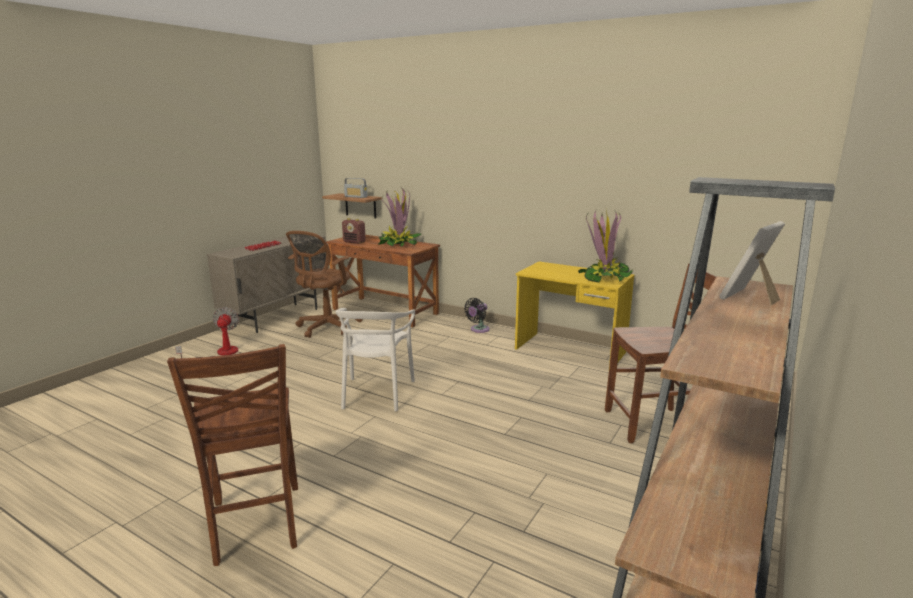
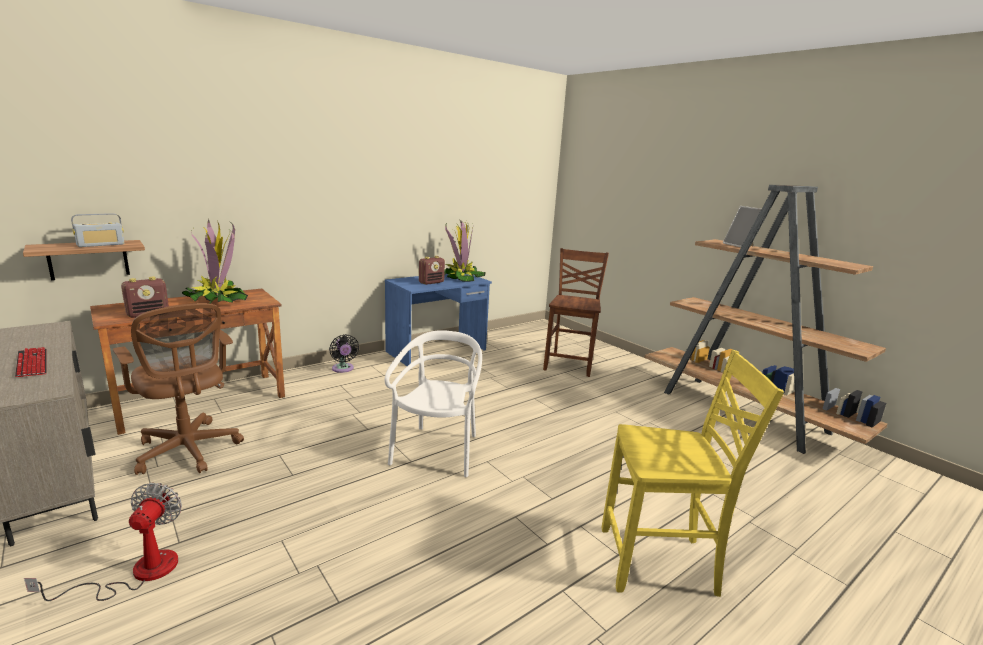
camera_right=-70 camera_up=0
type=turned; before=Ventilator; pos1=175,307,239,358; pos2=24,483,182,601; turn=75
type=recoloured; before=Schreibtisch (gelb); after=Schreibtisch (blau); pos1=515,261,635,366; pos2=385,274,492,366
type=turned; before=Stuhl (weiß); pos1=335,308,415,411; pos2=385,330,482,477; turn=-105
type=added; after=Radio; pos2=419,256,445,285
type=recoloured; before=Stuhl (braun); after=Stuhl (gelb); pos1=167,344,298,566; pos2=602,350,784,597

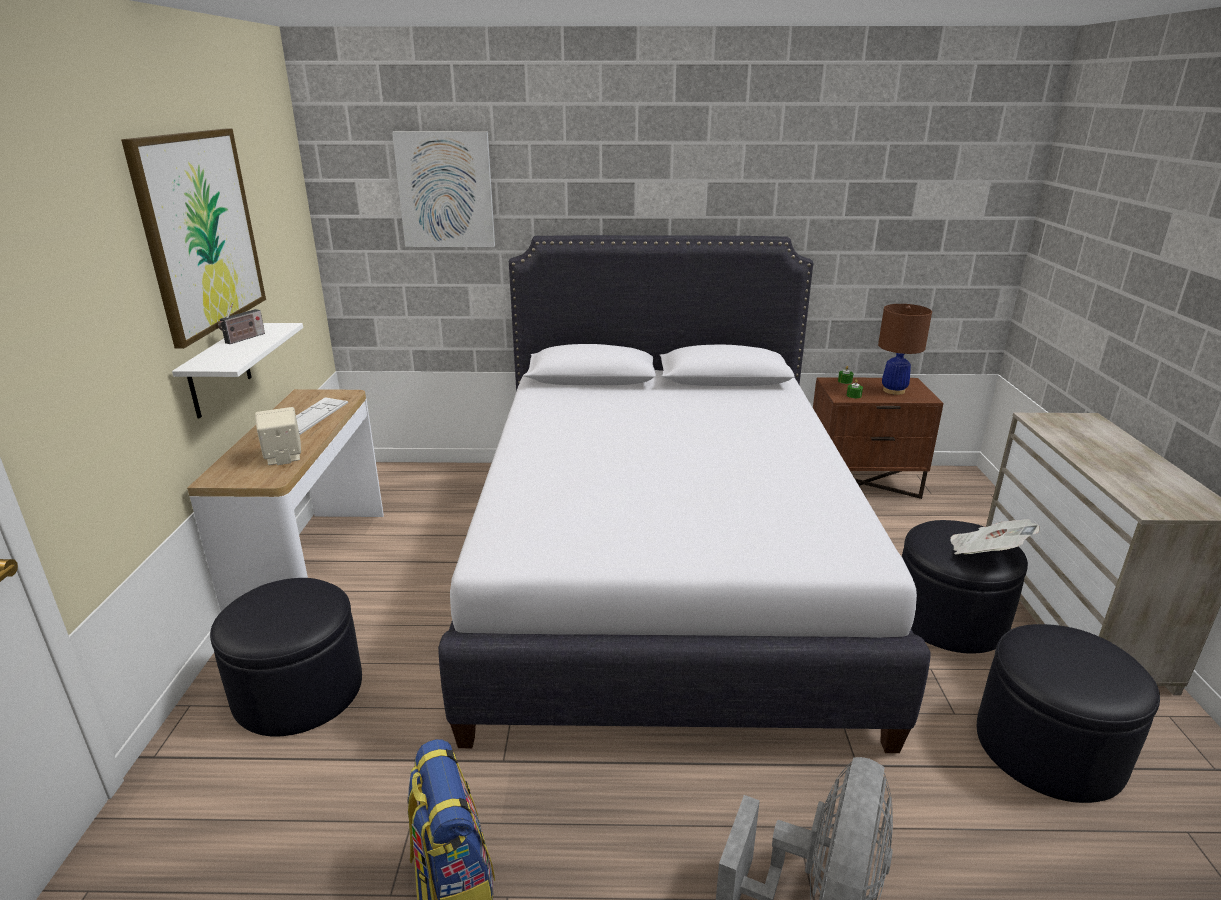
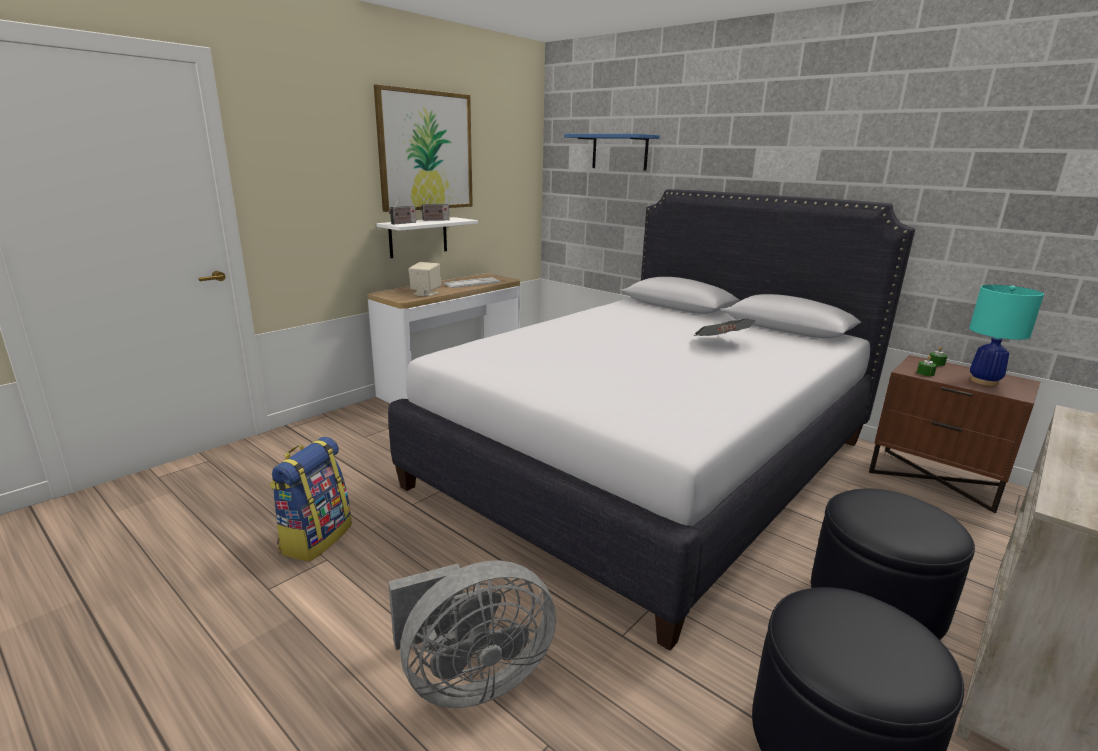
camera_right=40 camera_up=-5
type=added; after=Radio; pos2=389,197,416,224
type=replaced; before=Bild; after=Wandregal (blau); pos1=392,131,495,247; pos2=564,134,660,171
type=moved; before=Zeitung; pos1=950,519,1040,555; pos2=694,319,755,336
type=recoloured; before=Tischlampe (braun); after=Tischlampe (türkis); pos1=878,304,932,395; pos2=969,285,1044,386
type=removed; before=Polsterhocker (schwarz); pos1=210,578,362,737

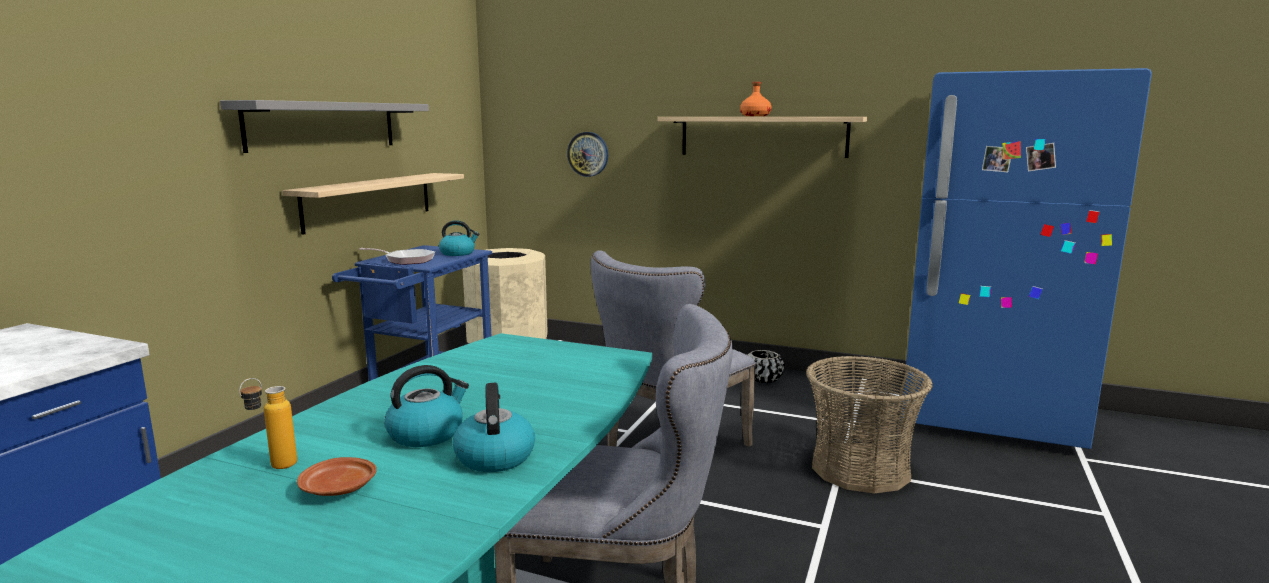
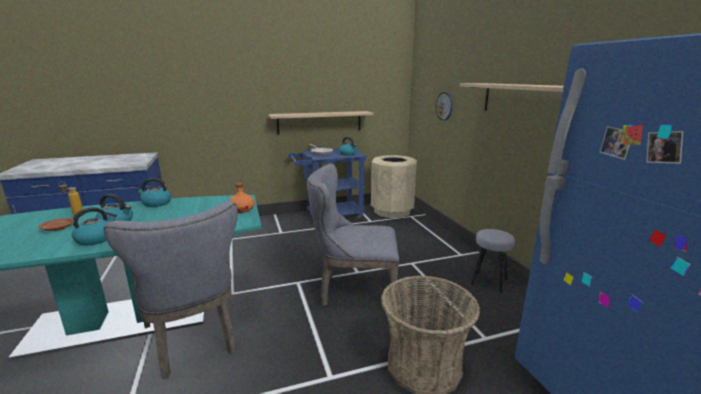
camera_right=50 camera_up=5
type=added; after=Wasserkessel; pos2=135,178,171,207
type=moved; before=Flasche (orange); pos1=740,82,771,116; pos2=229,183,255,213
type=replaced; before=Pflanzkübel (schwarz); after=Hocker (grau); pos1=748,350,785,383; pos2=471,229,515,292
type=removed; before=Wandregal (grau); pos1=220,100,429,153

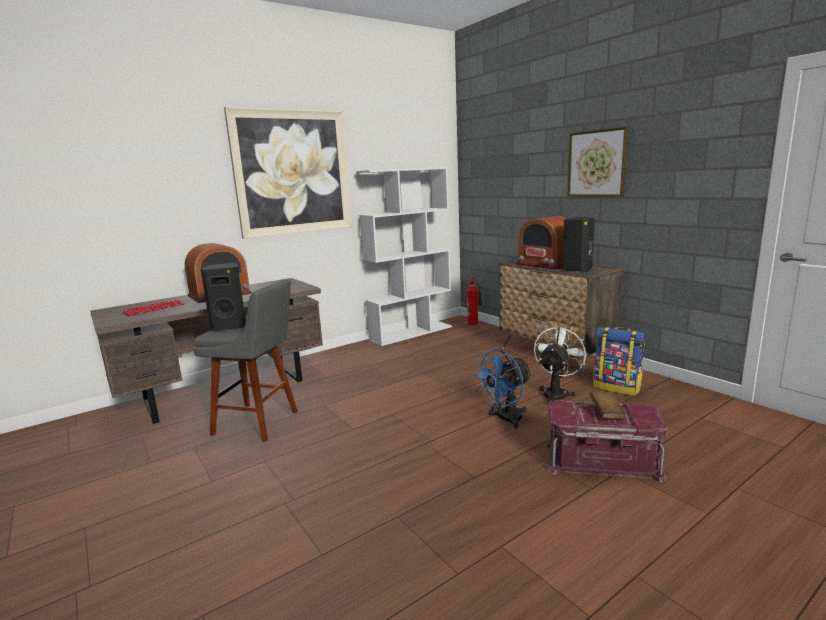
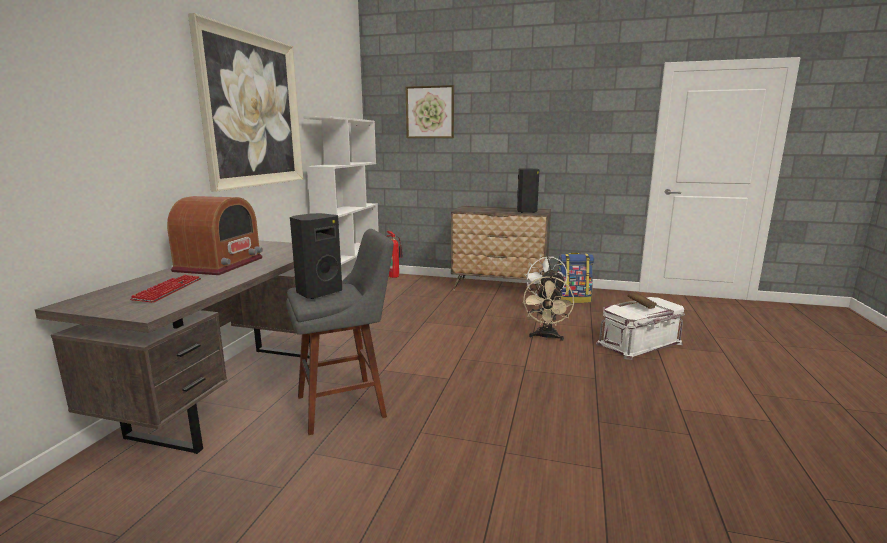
camera_right=-40 camera_up=0
type=moved; before=Bild; pos1=567,127,628,197; pos2=406,85,454,138
type=recoloured; before=Ventilator (blau); after=Ventilator (beige); pos1=473,349,532,428; pos2=523,276,574,341
type=recoloured; before=Aufbewahrungsbox (rot); after=Aufbewahrungsbox (weiß); pos1=545,400,668,482; pos2=596,297,685,360
type=removed; before=Radio; pos1=516,216,566,269

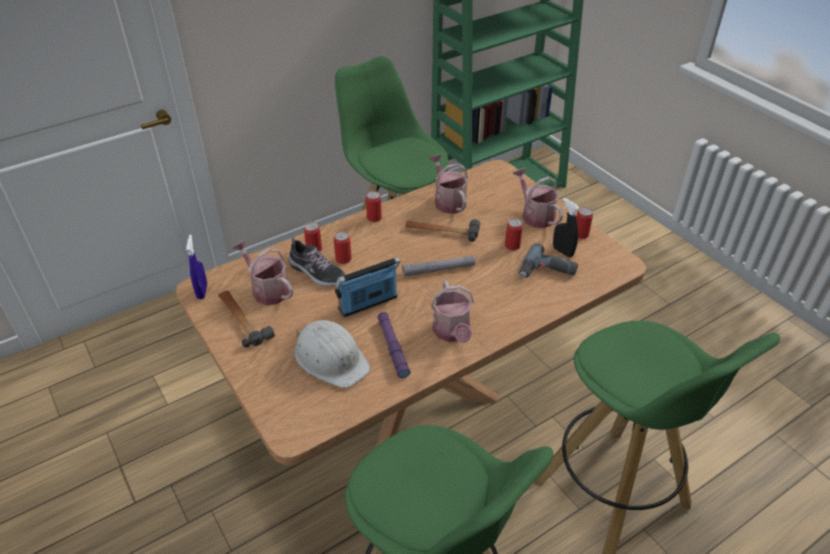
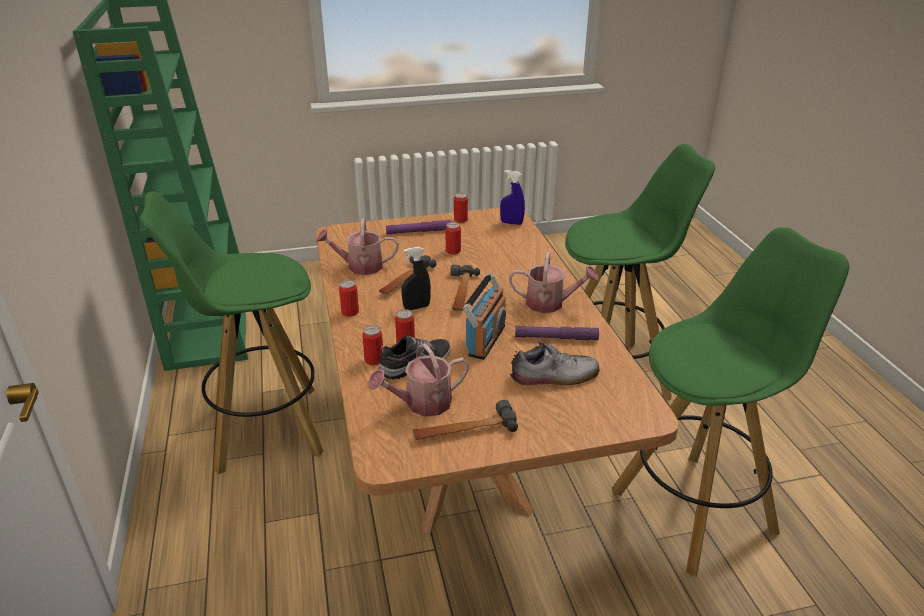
camera_right=-70 camera_up=-10
type=replaced; before=Gießkanne; after=Taschenlampe (lila); pos1=512,168,563,228; pos2=386,220,451,234
type=moved; before=Sprühflasche (schwarz); pos1=553,198,579,257; pos2=401,247,431,310
type=replaced; before=Taschenlampe (grau); after=Hammer; pos1=402,256,475,276; pos2=450,265,480,311
type=turned; before=Radio; pos1=335,257,400,317; pos2=463,273,506,360; turn=-150
type=moved; before=Sprühflasche (blau); pos1=186,235,207,299; pos2=500,170,525,225
type=replaced; before=Schutzhelm (weiß); after=Schuh; pos1=294,320,371,388; pos2=510,342,600,385
type=removed; before=Bohrmaschine; pos1=519,243,578,278

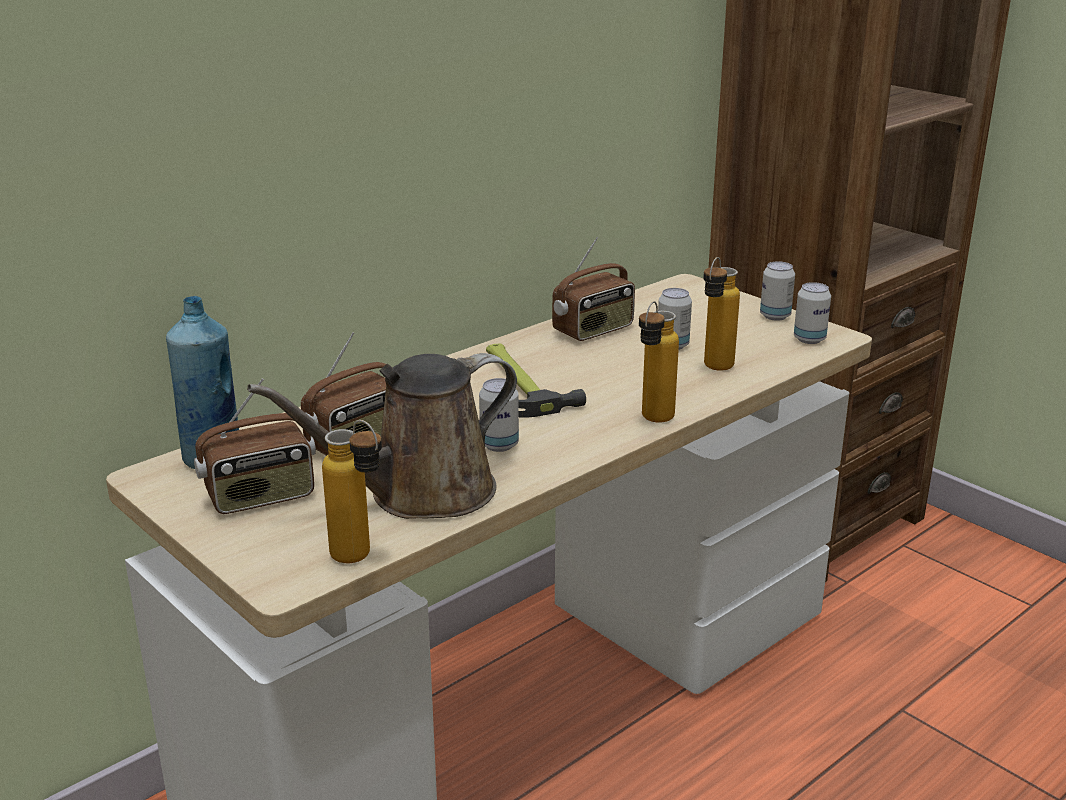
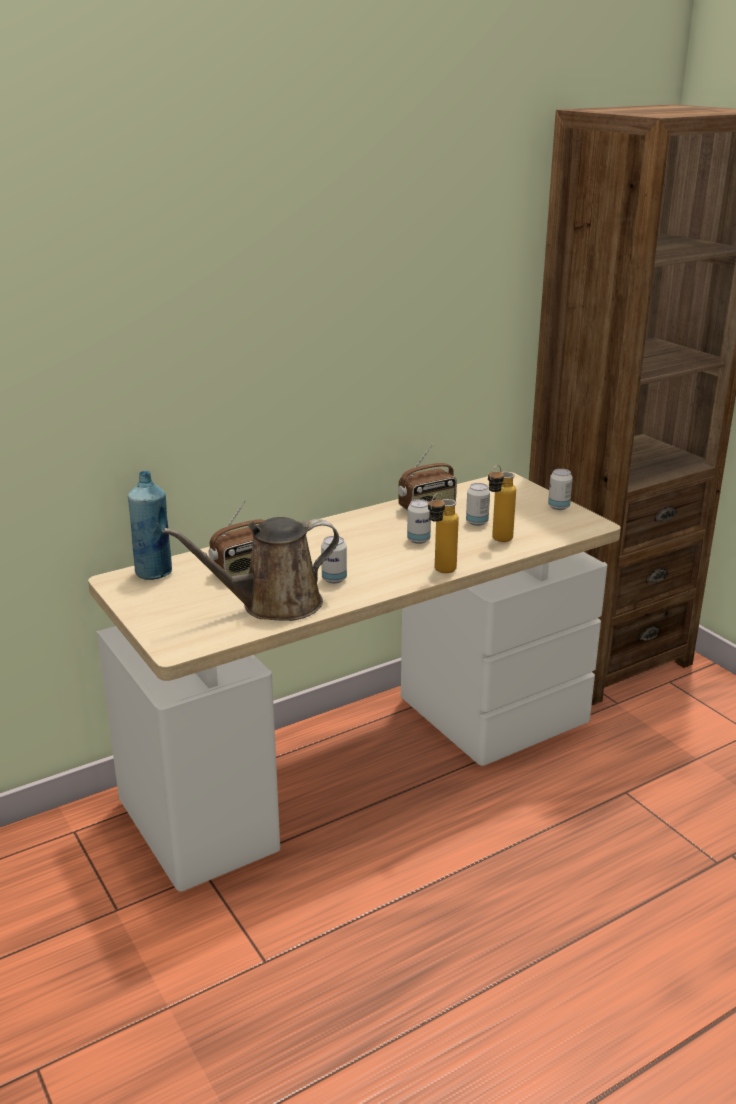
camera_right=10 camera_up=0
type=moved; before=Dose; pos1=794,282,831,344; pos2=407,499,431,544
type=removed; before=Radio; pos1=194,378,316,514
type=removed; before=Flasche; pos1=322,420,382,563
type=removed; before=Hammer; pos1=486,344,586,418

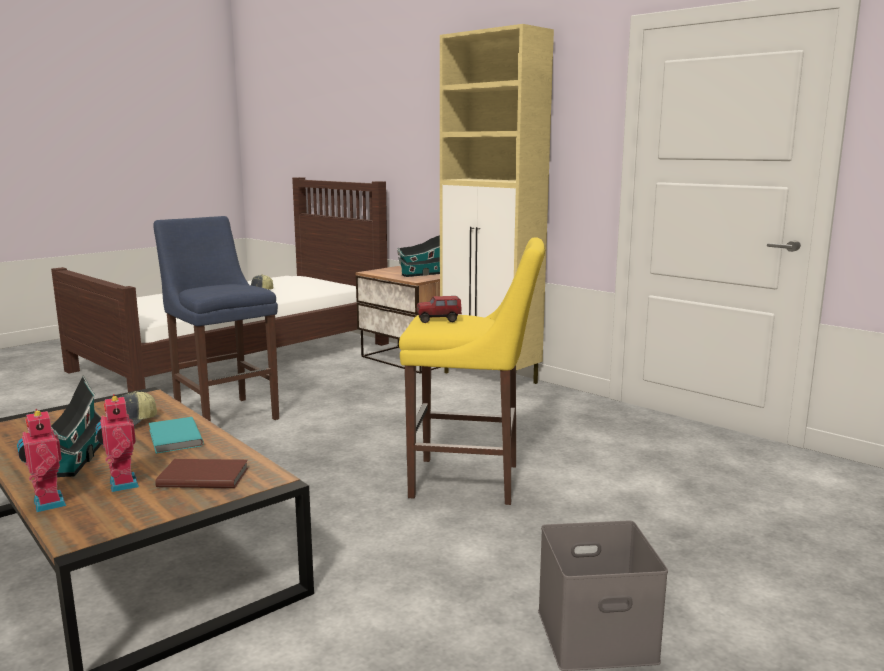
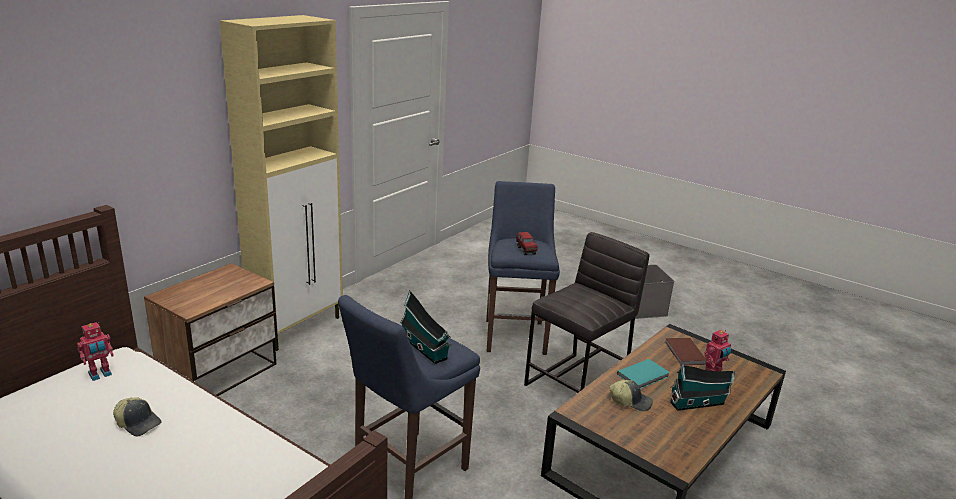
camera_right=-100 camera_up=10
type=moved; before=Spielzeugroboter; pos1=17,409,66,512; pos2=77,322,114,381
type=moved; before=Spielzeughaus; pos1=398,235,440,277; pos2=400,290,452,364
type=recoloured; before=Hocker (gelb); after=Hocker (blau); pos1=399,237,545,505; pos2=486,181,560,355
type=added; after=Hocker (grau); pos2=524,232,649,393

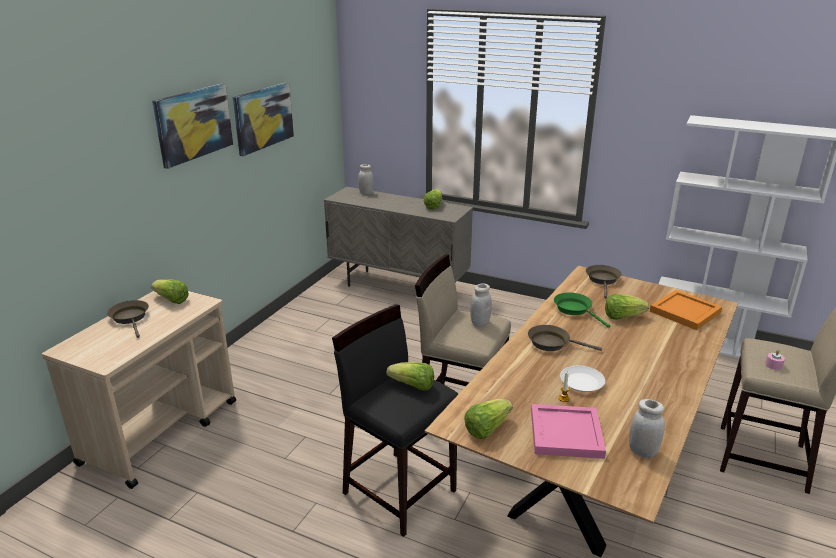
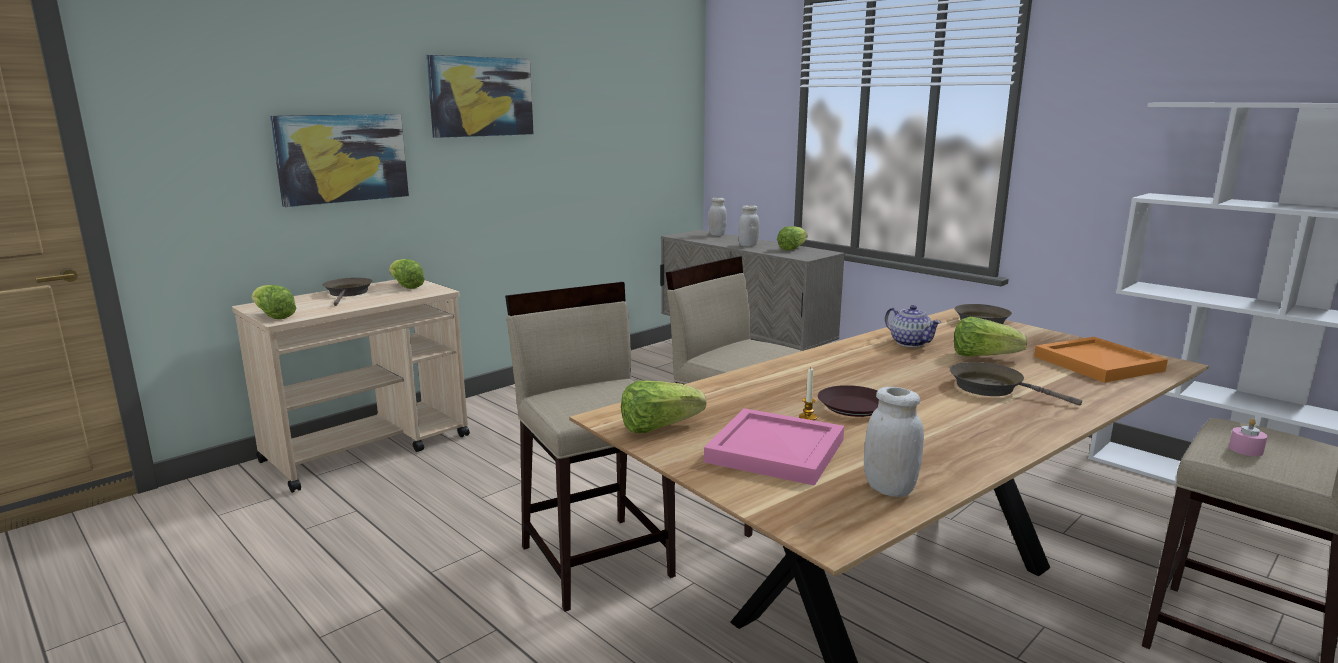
camera_right=20 camera_up=-10
type=moved; before=Salatkopf; pos1=386,362,434,391; pos2=251,285,296,319
type=moved; before=Bild; pos1=233,82,294,156; pos2=270,114,409,207
type=recoloured; before=Hocker (schwarz); after=Hocker (beige); pos1=332,304,458,537; pos2=505,282,676,612
type=moved; before=Vorratsglas (weiß); pos1=470,283,492,327; pos2=738,205,760,247
type=recoloured; before=Teller (weiß); after=Teller (braun); pos1=560,366,605,392; pos2=818,385,879,417
type=replaced; before=Pfanne (grün); after=Teekanne; pos1=554,292,610,328; pos2=885,305,942,347
type=moved; before=Pfanne (braun); pos1=528,325,602,351; pos2=950,362,1082,406

